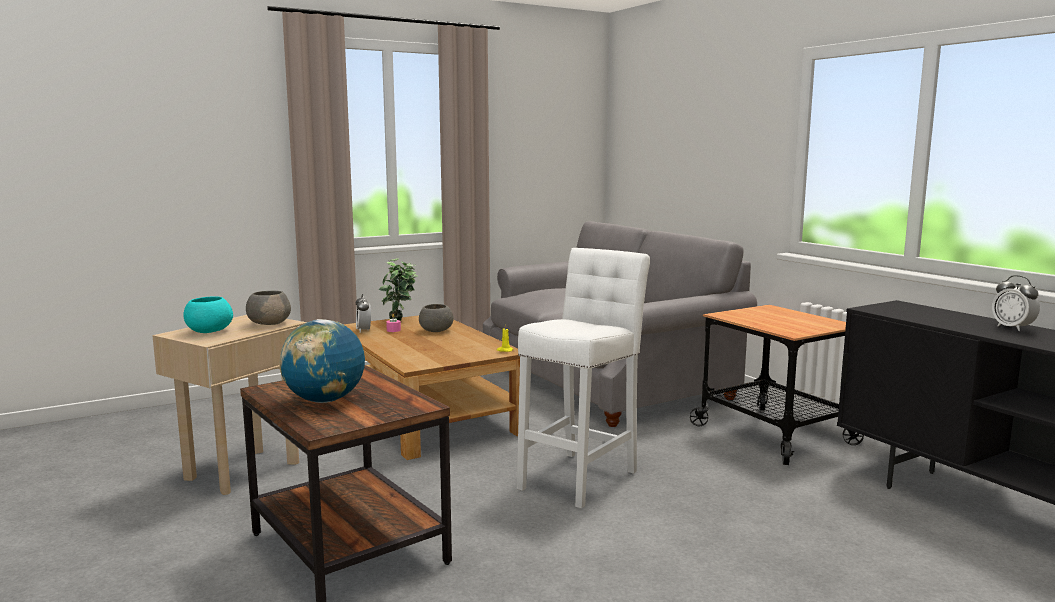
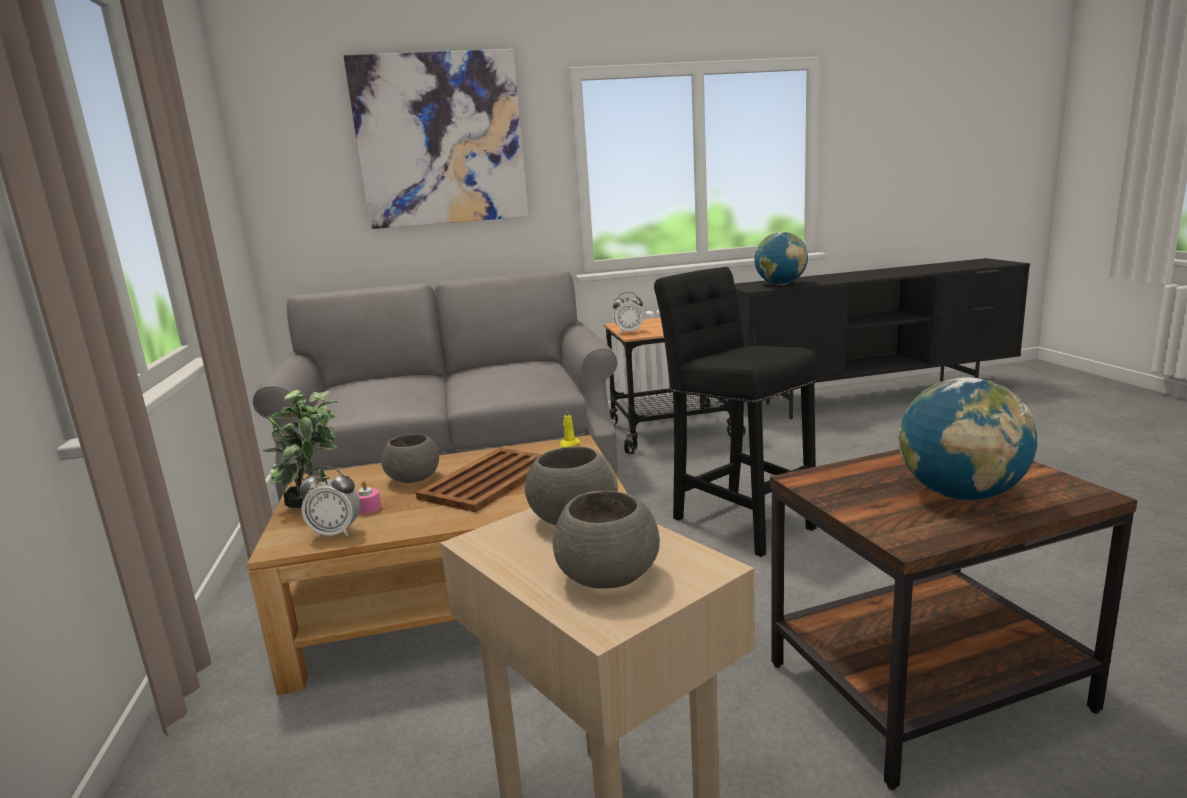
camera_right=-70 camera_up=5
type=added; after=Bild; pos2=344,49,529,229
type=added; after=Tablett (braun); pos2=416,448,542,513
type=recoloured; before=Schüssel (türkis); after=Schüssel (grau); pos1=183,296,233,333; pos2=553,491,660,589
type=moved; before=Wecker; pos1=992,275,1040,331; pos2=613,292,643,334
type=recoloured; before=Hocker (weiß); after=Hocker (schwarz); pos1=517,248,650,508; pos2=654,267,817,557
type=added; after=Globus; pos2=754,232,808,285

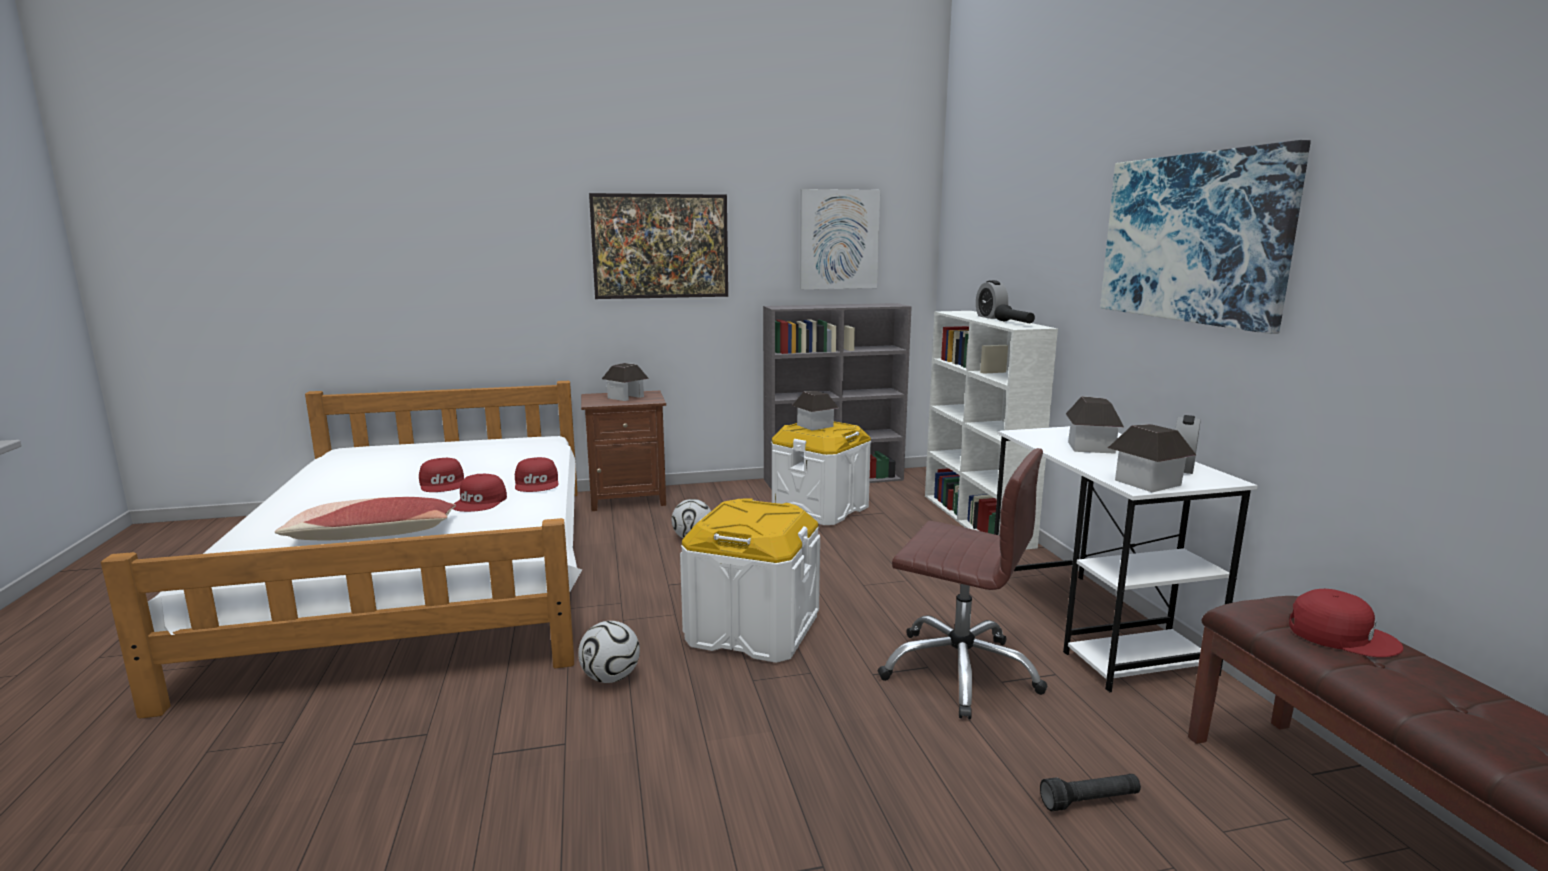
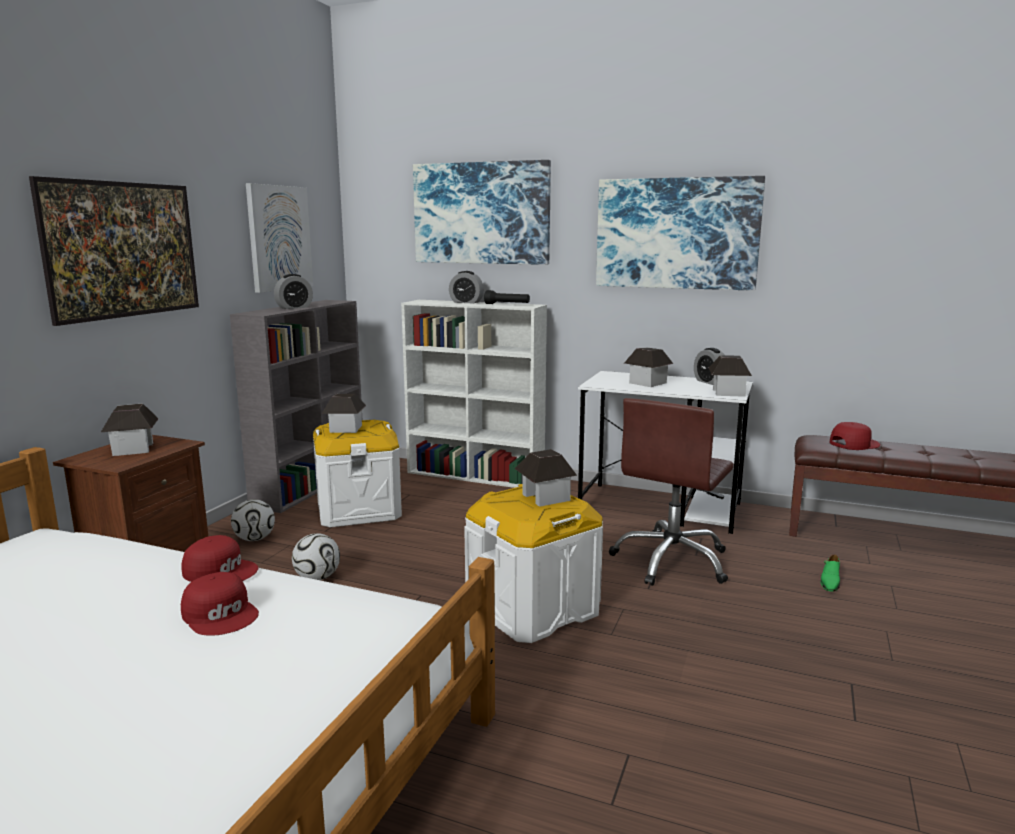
camera_right=-55 camera_up=0
type=moved; before=Fußball; pos1=578,621,640,683; pos2=231,499,275,541
type=added; after=Wecker; pos2=274,274,313,309
type=added; after=Bild; pos2=413,160,551,265
type=added; after=Spielzeughaus; pos2=515,449,577,507
type=turned; before=Bürostuhl (braun); pos1=878,448,1047,719; pos2=609,398,734,586; turn=150
type=replaced; before=Taschenlampe (schwarz); after=Schuh (grün); pos1=1040,774,1141,811; pos2=821,554,840,592
type=removed; before=Kissen; pos1=275,497,456,540
type=removed; before=Kappe (rot); pos1=419,458,464,492

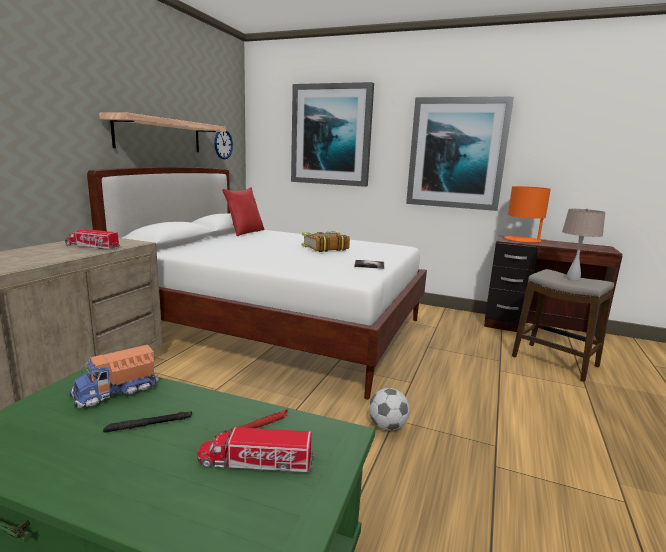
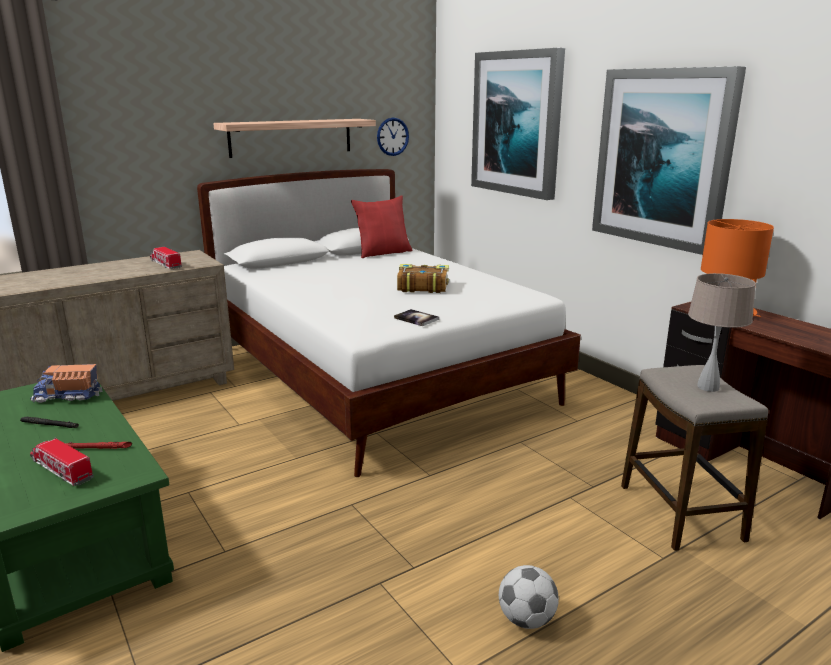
camera_right=35 camera_up=5
type=moved; before=Fußball; pos1=369,388,410,430; pos2=499,565,559,629

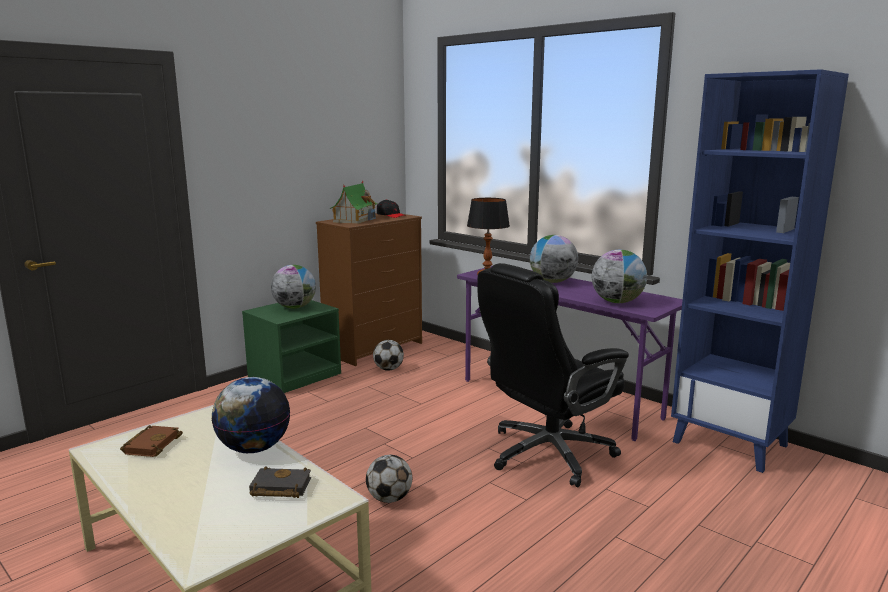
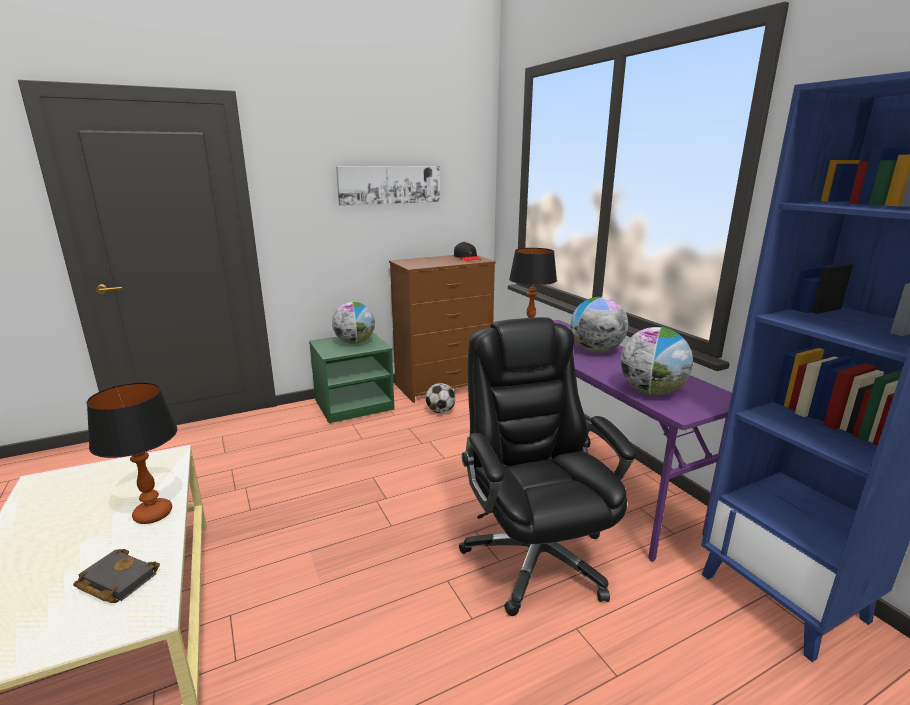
camera_right=20 camera_up=5
type=replaced; before=Globus; after=Tischlampe; pos1=211,377,290,453; pos2=86,383,177,524
type=added; after=Bild; pos2=336,166,440,206
type=turned; before=Bürostuhl (schwarz); pos1=477,263,629,487; pos2=459,317,637,616; turn=90
type=removed; before=Buch (braun); pos1=120,425,183,457
type=removed; before=Spielzeughaus; pos1=329,180,378,224
type=removed; before=Fußball; pos1=366,454,412,503

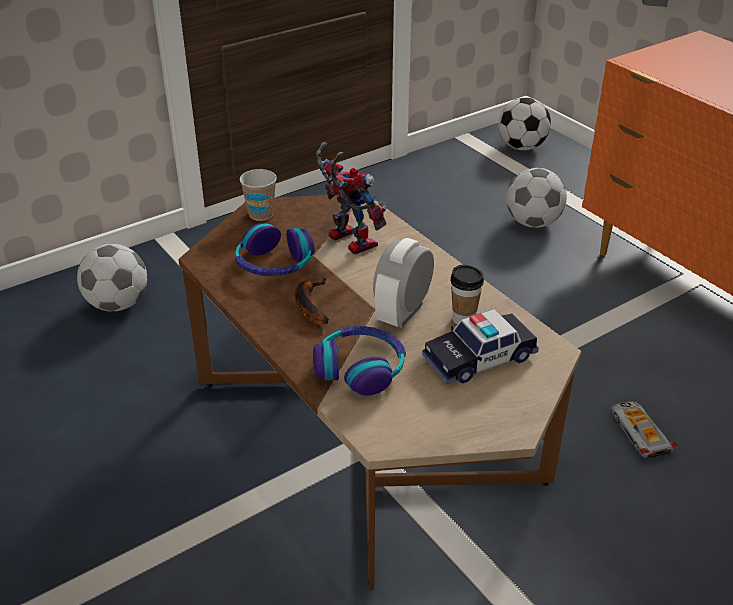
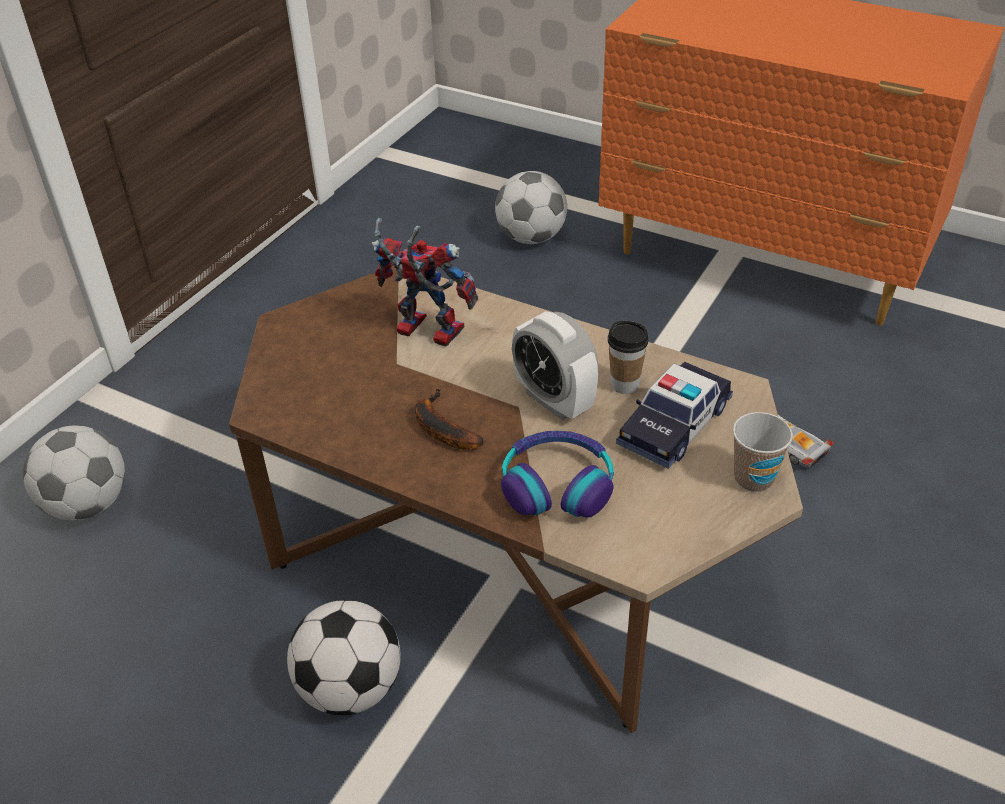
camera_right=-25 camera_up=5
type=moved; before=Fußball; pos1=498,97,551,150; pos2=287,600,401,715
type=turned; before=Wecker; pos1=373,238,434,328; pos2=512,311,598,421; turn=-45
type=moved; before=Tasse; pos1=240,169,277,221; pos2=733,412,793,492
type=removed; before=Kopfhörer; pos1=235,223,314,276

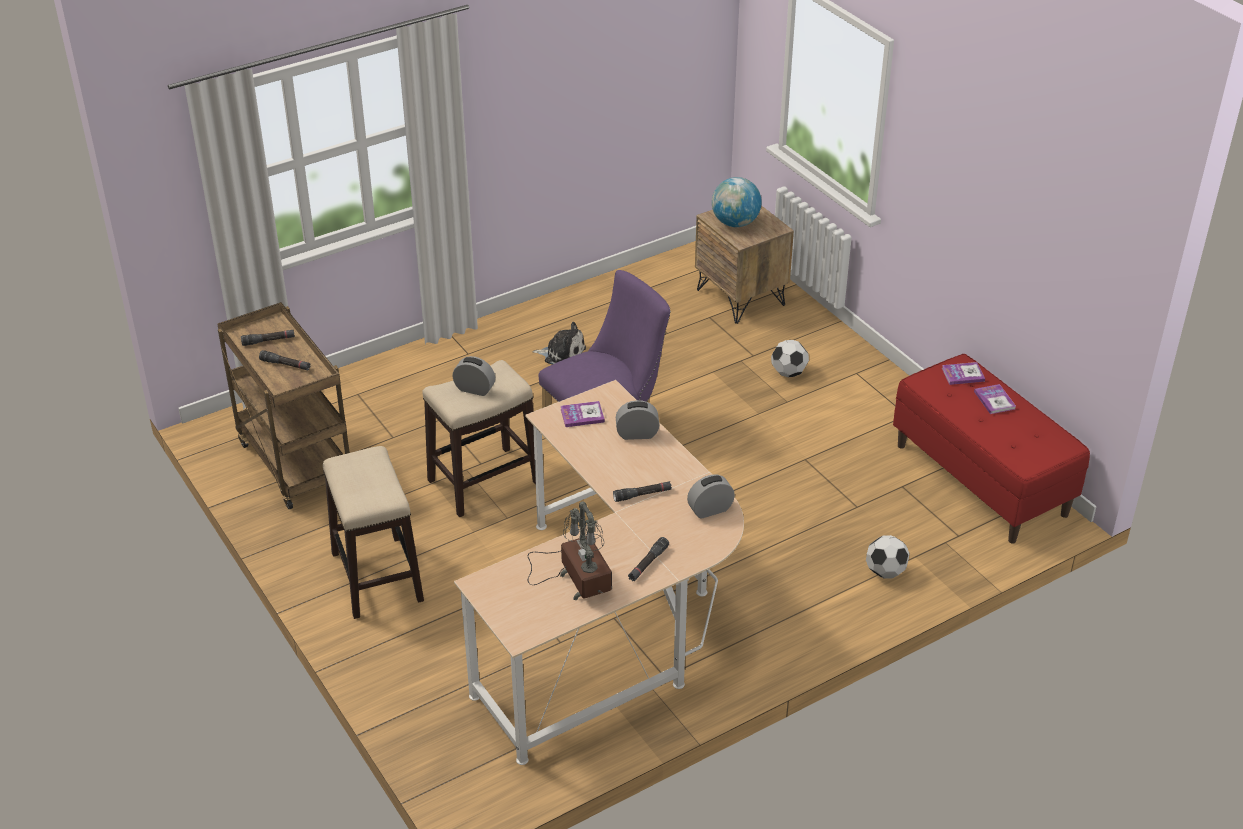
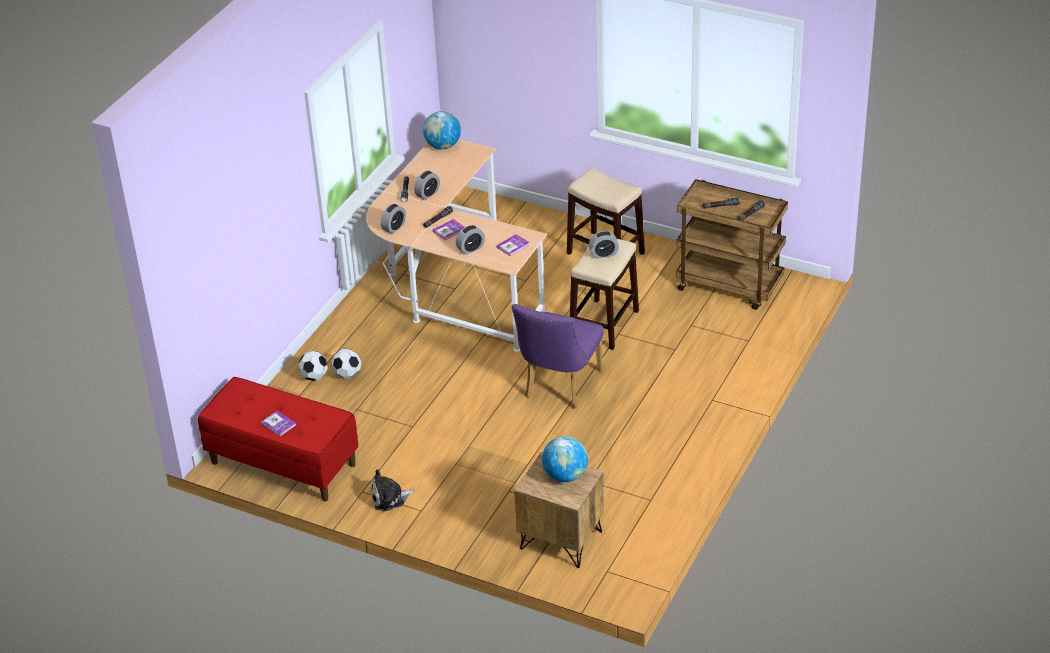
camera_right=150 camera_up=0
type=moved; before=Fußball; pos1=771,340,809,377; pos2=331,349,361,379
type=moved; before=Plüschtier; pos1=532,322,586,365; pos2=370,469,415,511
type=added; after=Wecker; pos2=414,171,440,200
type=added; after=Globus; pos2=423,111,461,149
type=moved; before=Buch; pos1=942,362,985,385; pos2=433,219,465,240
type=removed; before=Tischlampe; pos1=527,501,612,600

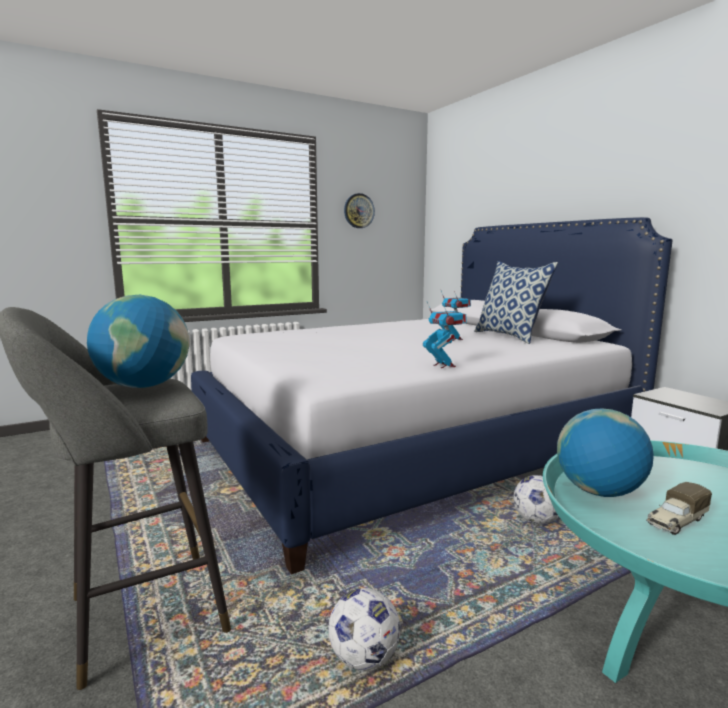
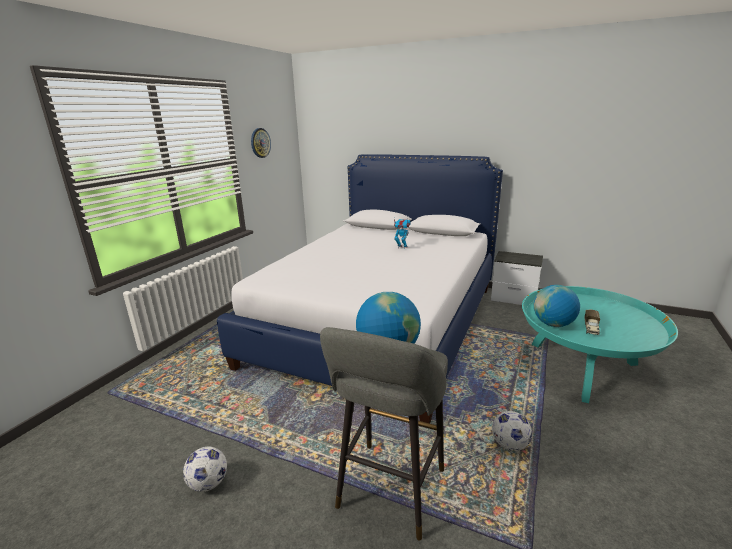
camera_right=-35 camera_up=10
type=moved; before=Fußball; pos1=513,475,558,524; pos2=183,446,227,492
type=removed; before=Spielzeugroboter; pos1=423,302,467,368
type=removed; before=Kissen; pos1=474,261,558,344

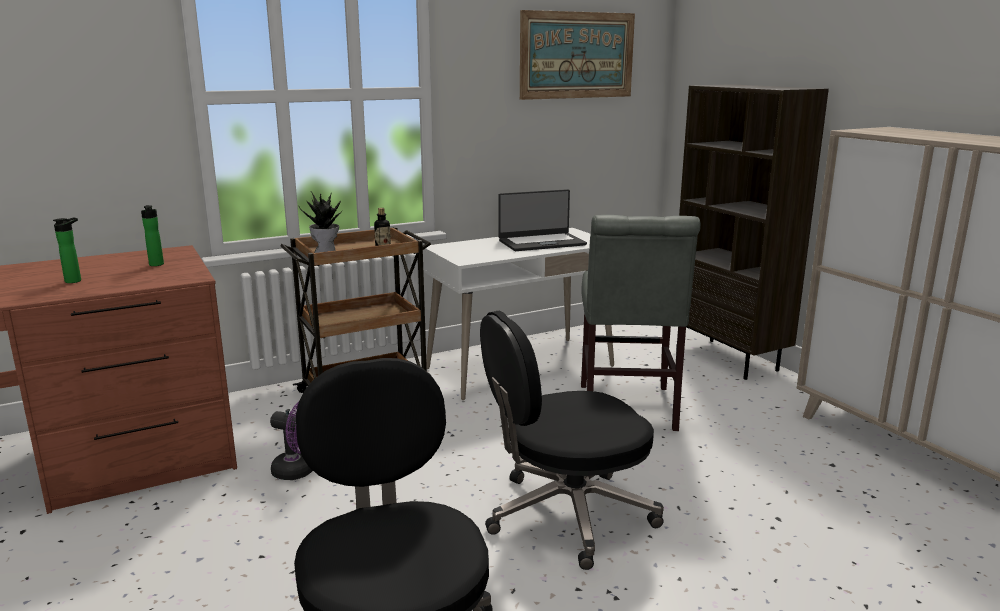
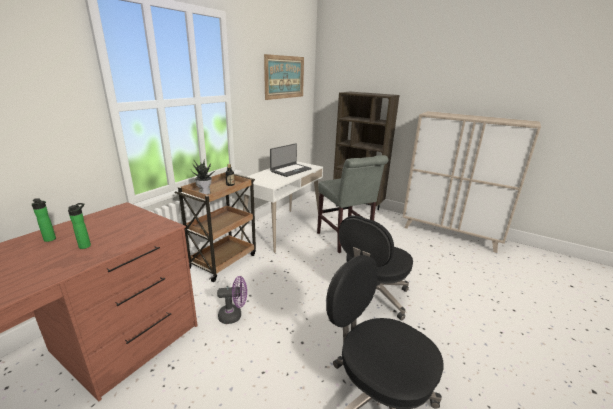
camera_right=-30 camera_up=5
type=moved; before=Flasche; pos1=141,205,164,266; pos2=32,199,56,242

